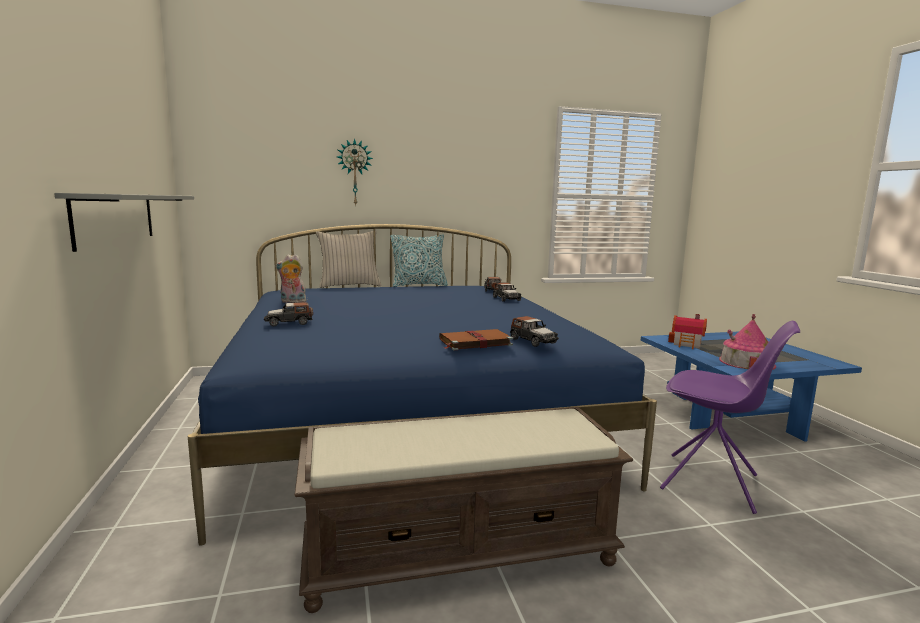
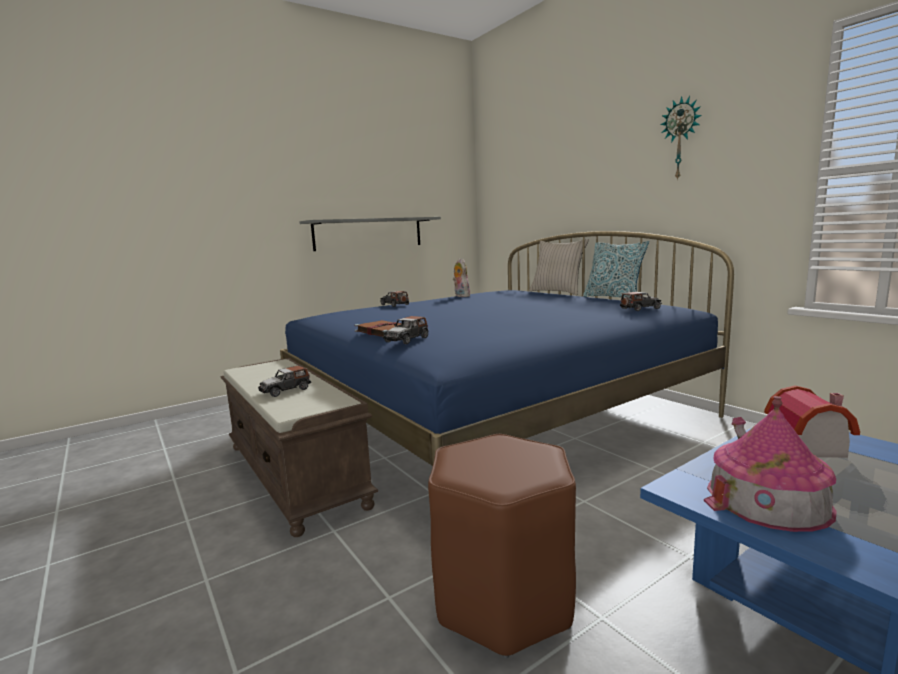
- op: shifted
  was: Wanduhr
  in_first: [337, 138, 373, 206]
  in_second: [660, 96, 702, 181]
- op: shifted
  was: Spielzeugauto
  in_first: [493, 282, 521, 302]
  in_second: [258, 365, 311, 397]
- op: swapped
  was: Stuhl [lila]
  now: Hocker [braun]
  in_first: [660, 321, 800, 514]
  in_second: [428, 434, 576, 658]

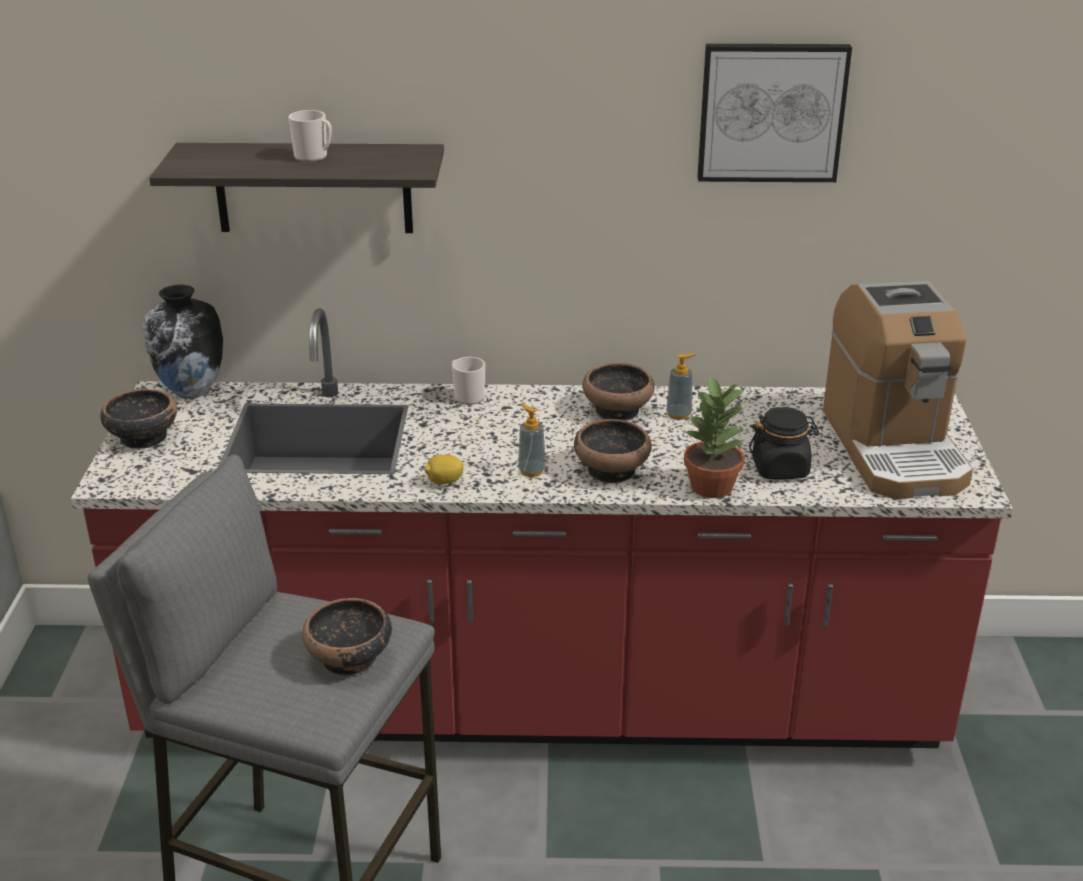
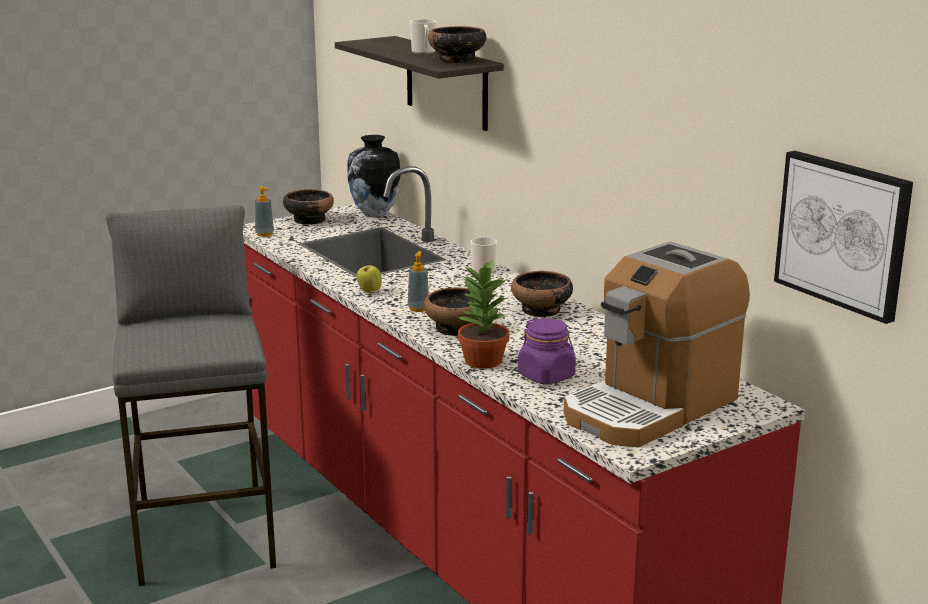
- op: shifted
  was: Schüssel
  in_first: [302, 598, 392, 676]
  in_second: [428, 26, 486, 63]
- op: swapped
  was: Zitrone
  now: Apfel
  in_first: [424, 455, 464, 484]
  in_second: [356, 261, 382, 293]
- op: shifted
  was: Seifenspender
  in_first: [666, 353, 695, 420]
  in_second: [255, 186, 274, 237]
- op: shifted
  was: Bild
  in_first: [697, 44, 852, 182]
  in_second: [774, 151, 913, 324]
- op: repainted
  was: Vorratsglas [schwarz]
  now: Vorratsglas [lila]
  in_first: [749, 407, 820, 479]
  in_second: [518, 318, 576, 385]

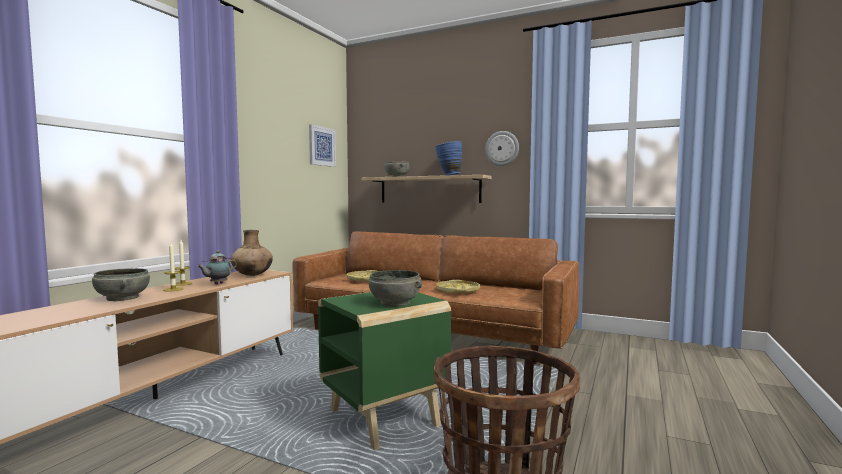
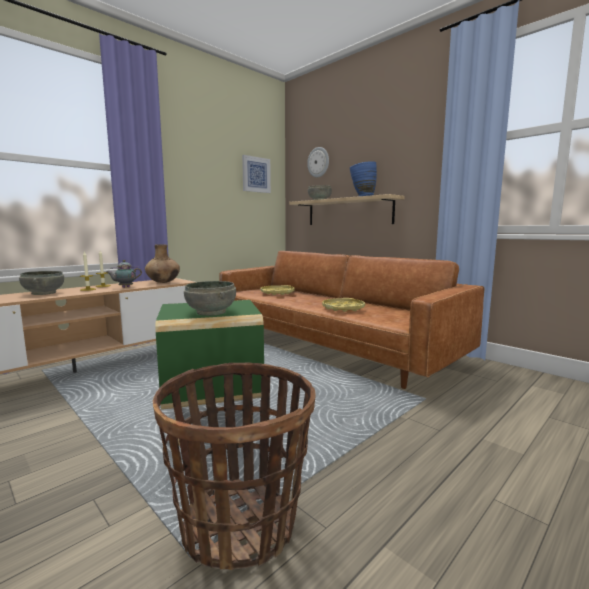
- op: shifted
  was: Wanduhr
  in_first: [485, 131, 519, 166]
  in_second: [307, 147, 329, 177]

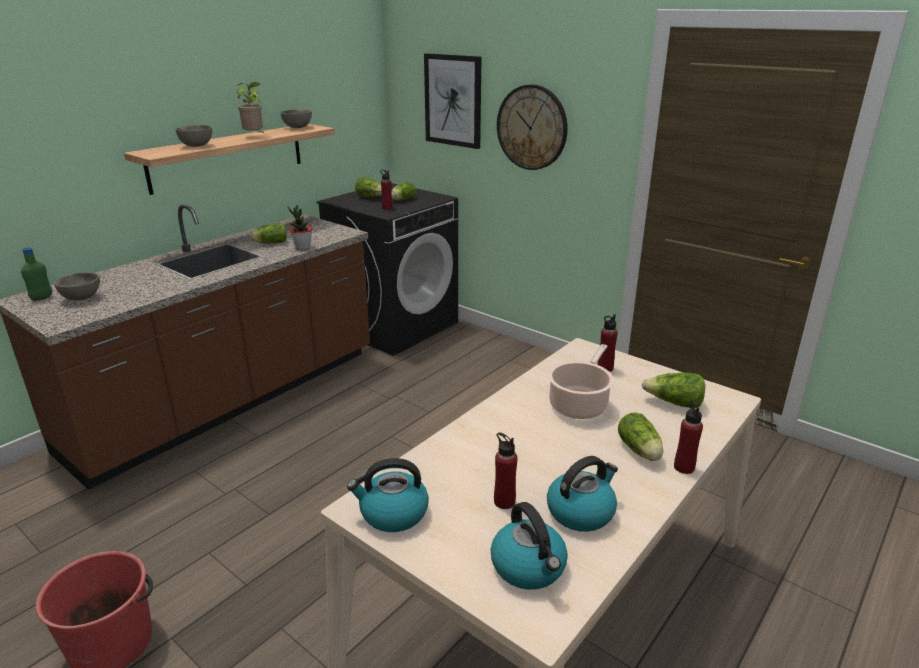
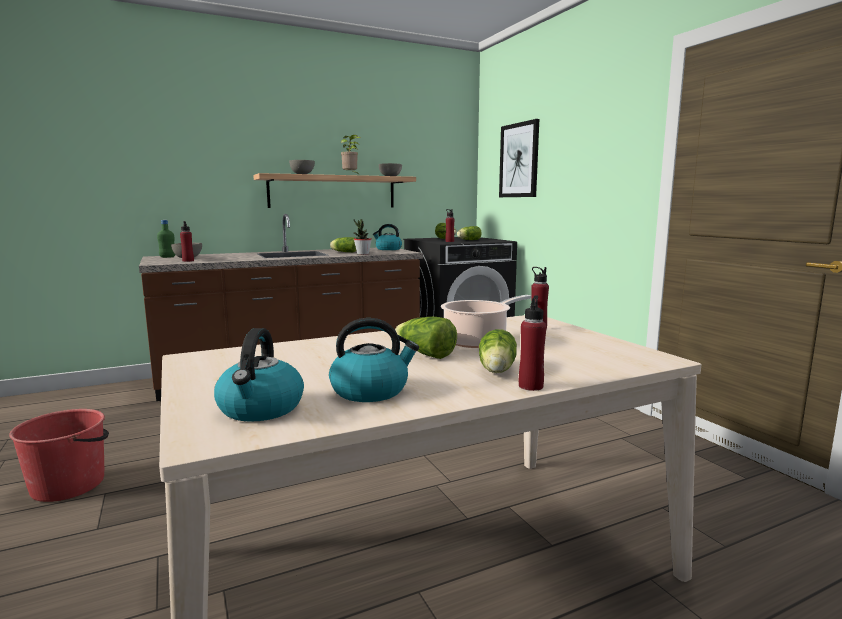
- op: shifted
  was: Wasserkessel
  in_first: [347, 458, 429, 532]
  in_second: [373, 224, 402, 250]
- op: shifted
  was: Flasche [rot]
  in_first: [494, 432, 518, 509]
  in_second: [180, 221, 194, 262]
- op: gone
  was: Wanduhr
  in_first: [497, 84, 568, 170]
- op: shifted
  was: Salatkopf
  in_first: [642, 372, 705, 409]
  in_second: [395, 317, 457, 359]

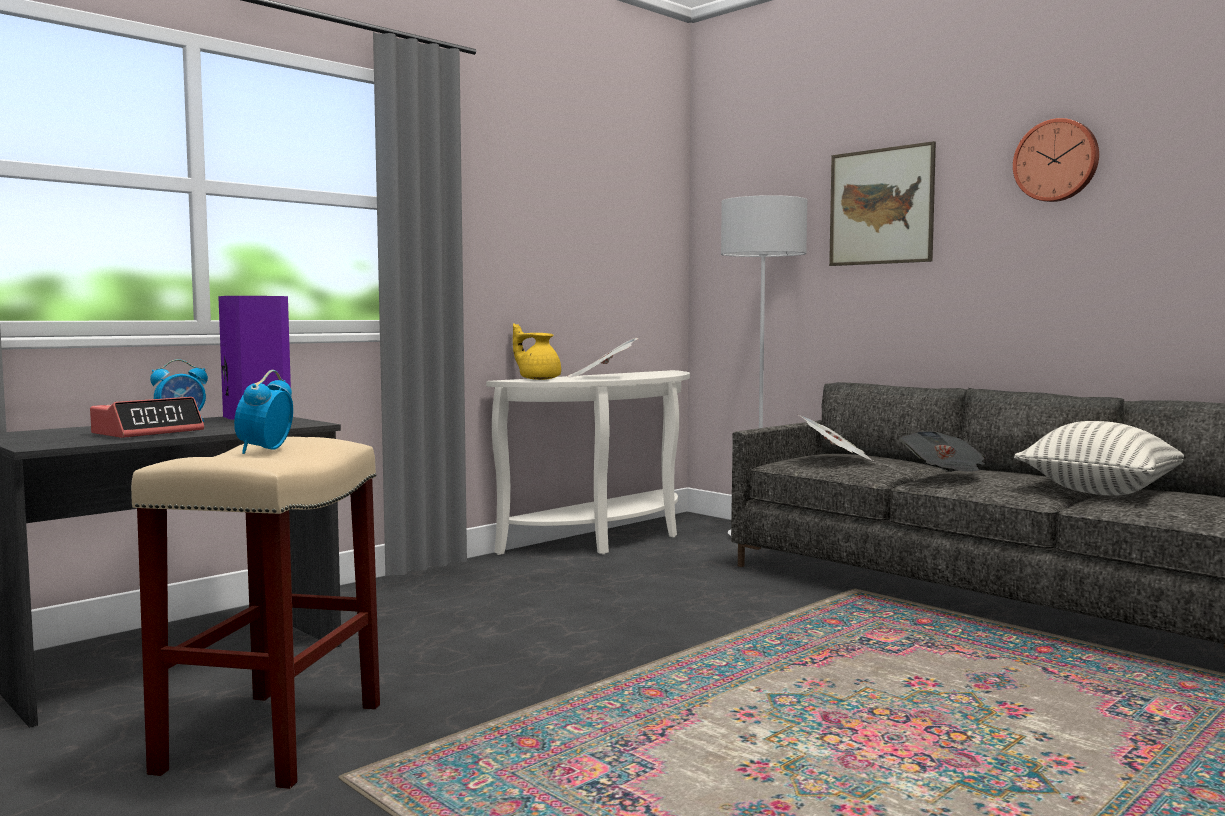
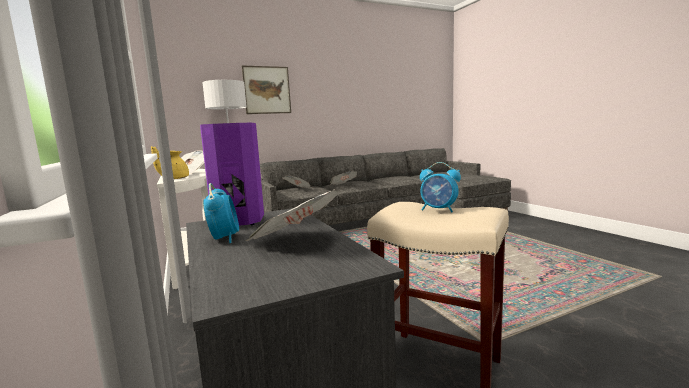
- op: swapped
  was: Wecker
  now: Zeitung
  in_first: [90, 397, 204, 438]
  in_second: [245, 189, 340, 241]
- op: gone
  was: Wanduhr
  in_first: [1013, 118, 1099, 202]
- op: gone
  was: Kissen
  in_first: [1014, 421, 1184, 496]

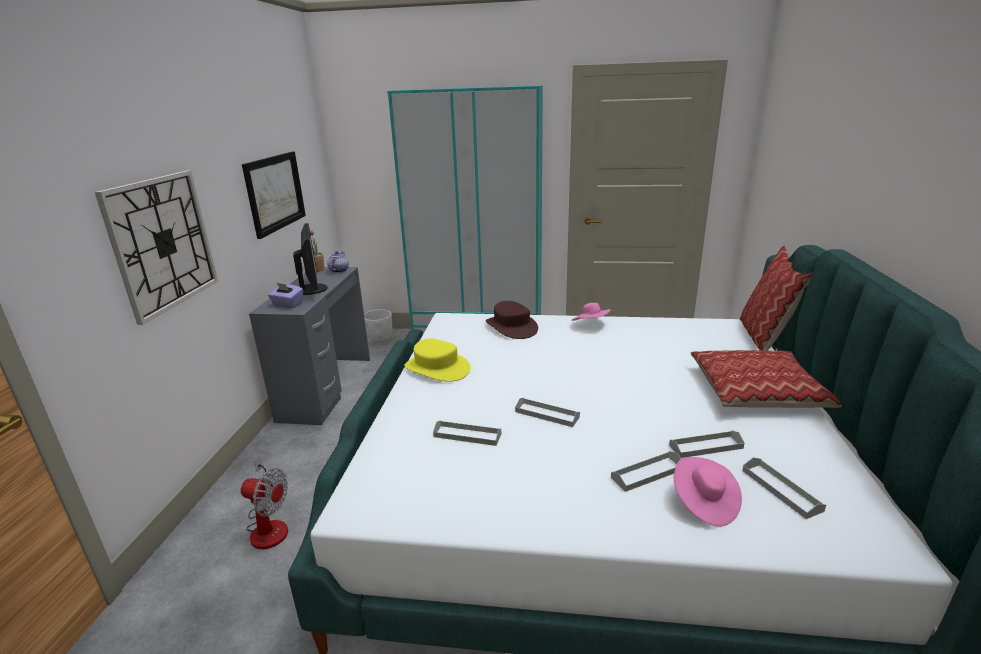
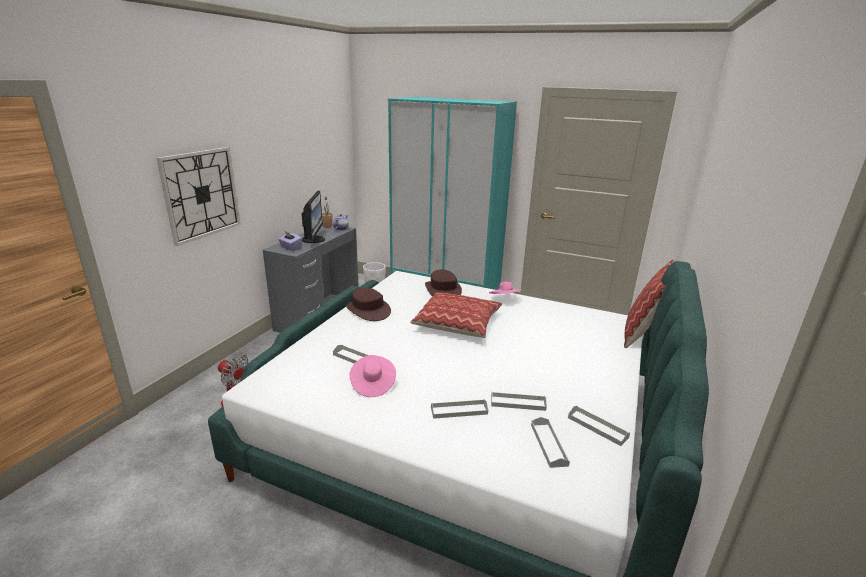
- op: gone
  was: Bild
  in_first: [242, 152, 306, 239]
- op: repainted
  was: Hut [gelb]
  now: Hut [braun]
  in_first: [404, 339, 471, 382]
  in_second: [346, 287, 391, 321]
- op: shifted
  was: Tablett [grau]
  in_first: [515, 398, 580, 427]
  in_second: [568, 406, 630, 446]
- op: shifted
  was: Hut [rosa]
  in_first: [674, 457, 742, 527]
  in_second: [350, 355, 396, 397]
- op: shifted
  was: Kissen
  in_first: [691, 350, 842, 408]
  in_second: [410, 292, 502, 338]

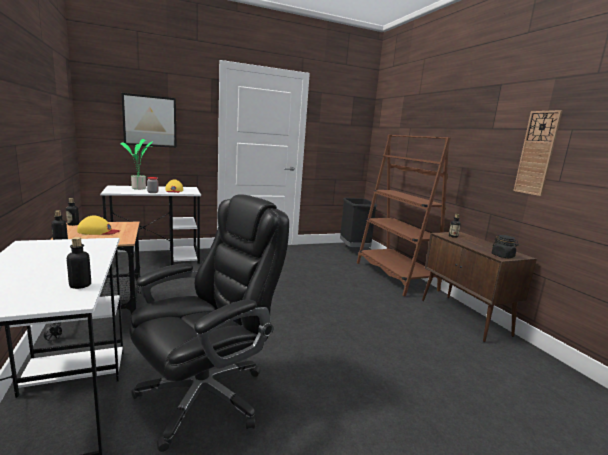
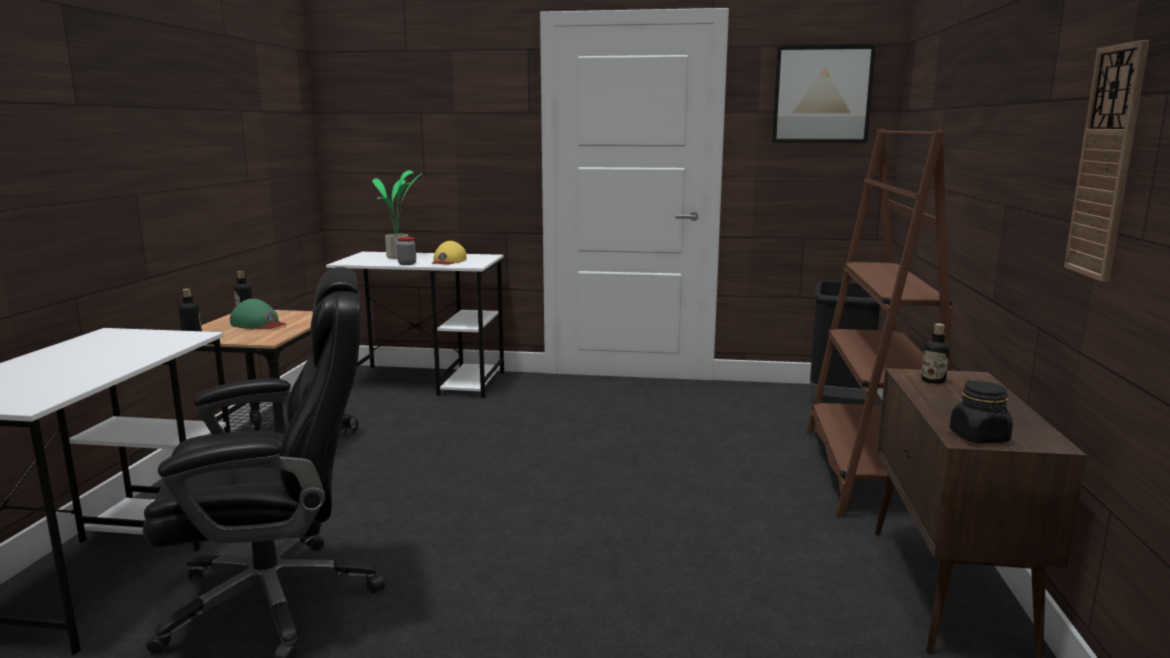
- op: gone
  was: Flasche
  in_first: [67, 237, 91, 289]
- op: repainted
  was: Kappe [gelb]
  now: Kappe [grün]
  in_first: [77, 216, 120, 235]
  in_second: [230, 299, 286, 329]
- op: shifted
  was: Bild
  in_first: [121, 93, 177, 148]
  in_second: [772, 45, 876, 143]

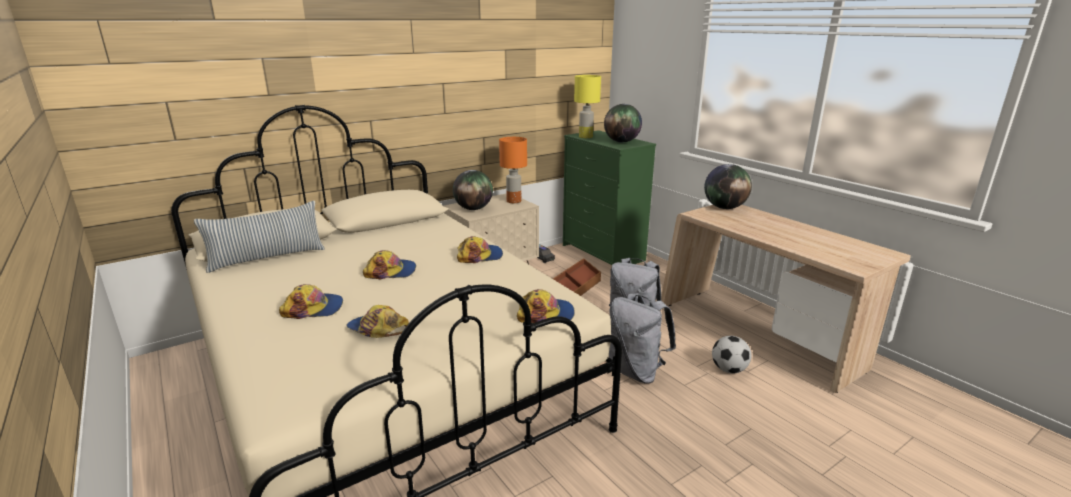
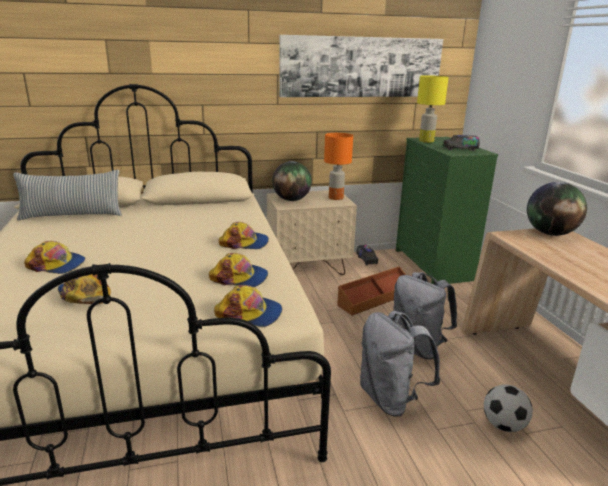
- op: shifted
  was: Kappe
  in_first: [363, 250, 416, 279]
  in_second: [209, 253, 268, 287]
- op: swapped
  was: Globus
  now: Spielzeuglaster
  in_first: [604, 104, 642, 142]
  in_second: [443, 135, 480, 151]
- op: new
  now: Bild
  in_second: [279, 35, 443, 97]

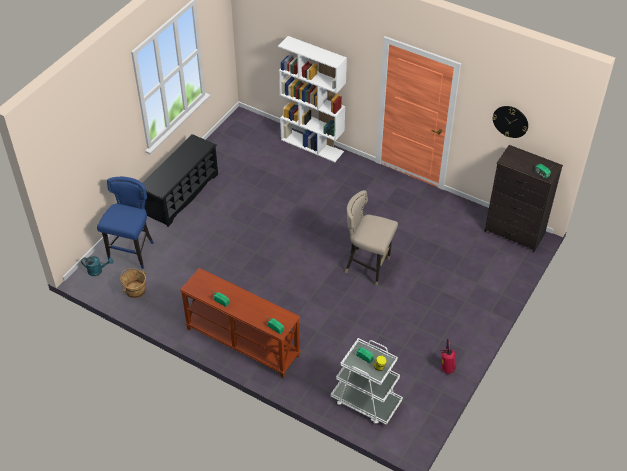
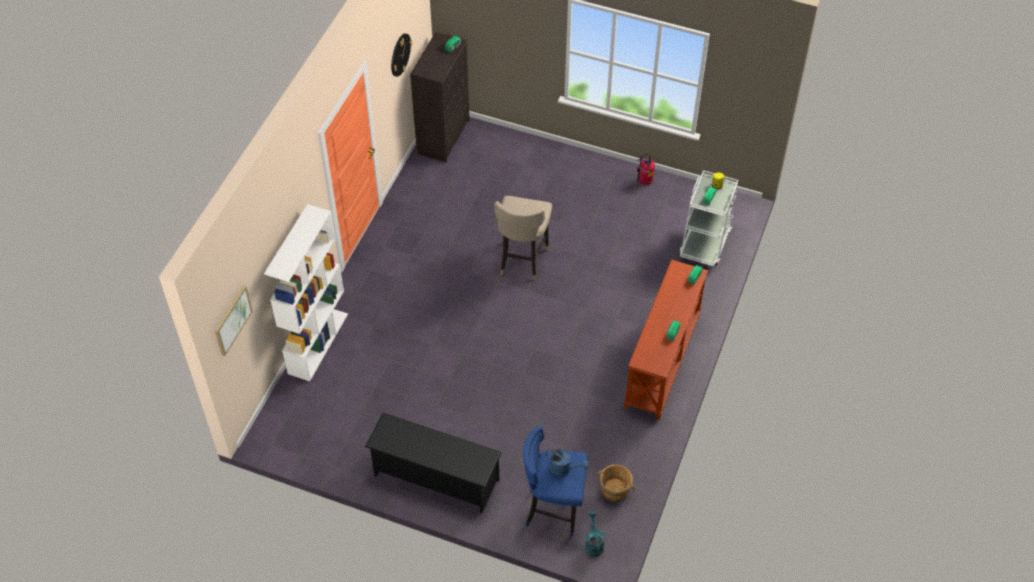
- op: new
  now: Bild
  in_second: [215, 285, 253, 356]
- op: new
  now: Gießkanne [blau]
  in_second: [546, 449, 589, 476]

